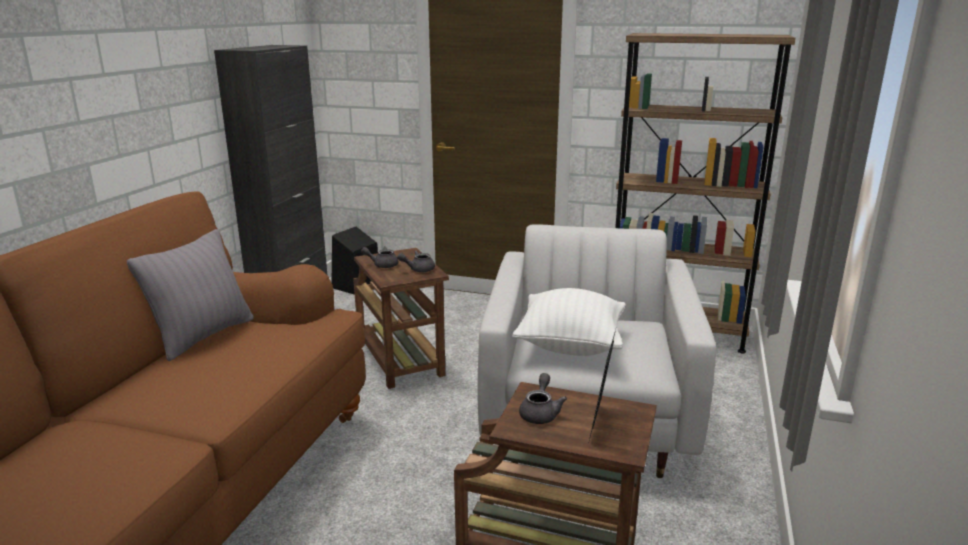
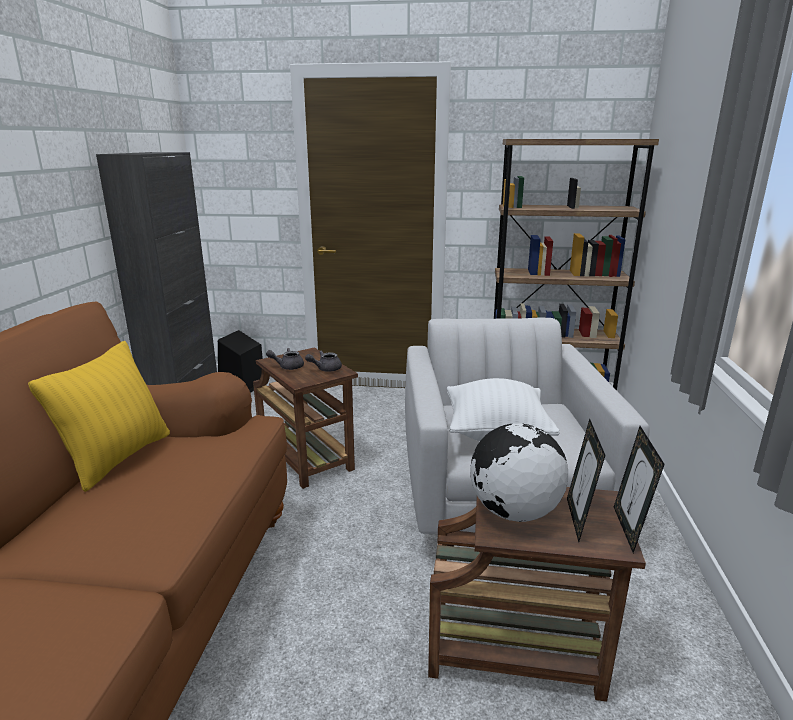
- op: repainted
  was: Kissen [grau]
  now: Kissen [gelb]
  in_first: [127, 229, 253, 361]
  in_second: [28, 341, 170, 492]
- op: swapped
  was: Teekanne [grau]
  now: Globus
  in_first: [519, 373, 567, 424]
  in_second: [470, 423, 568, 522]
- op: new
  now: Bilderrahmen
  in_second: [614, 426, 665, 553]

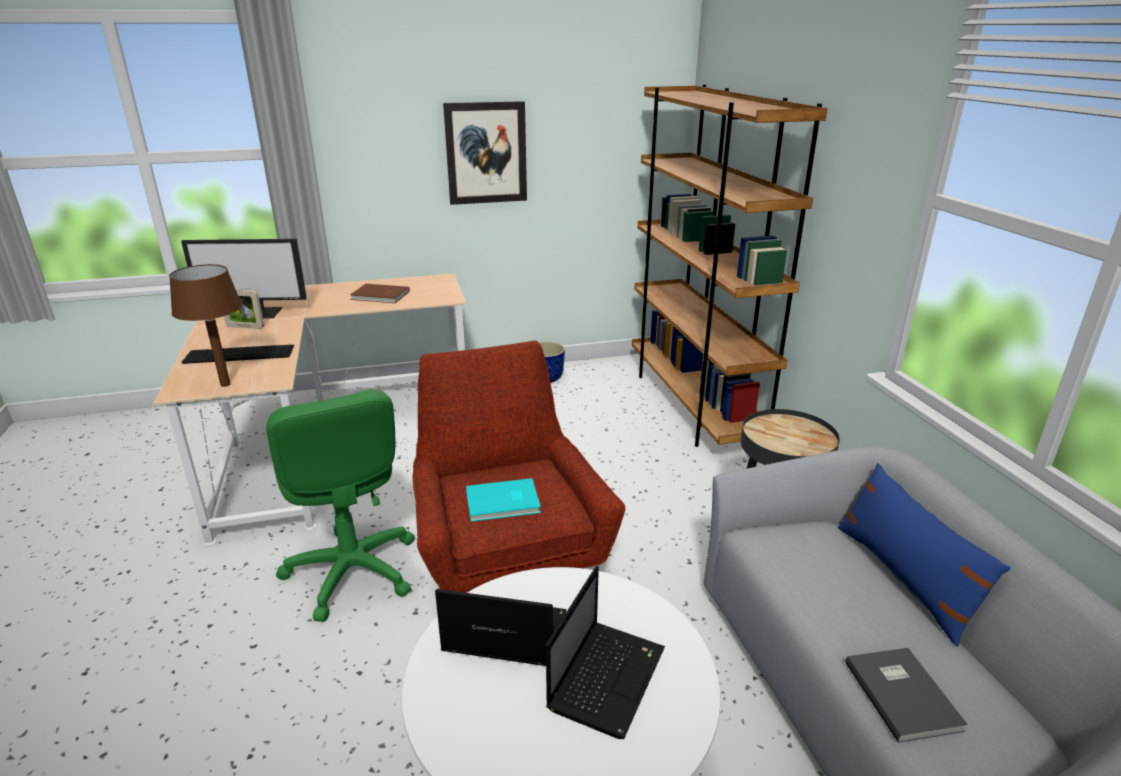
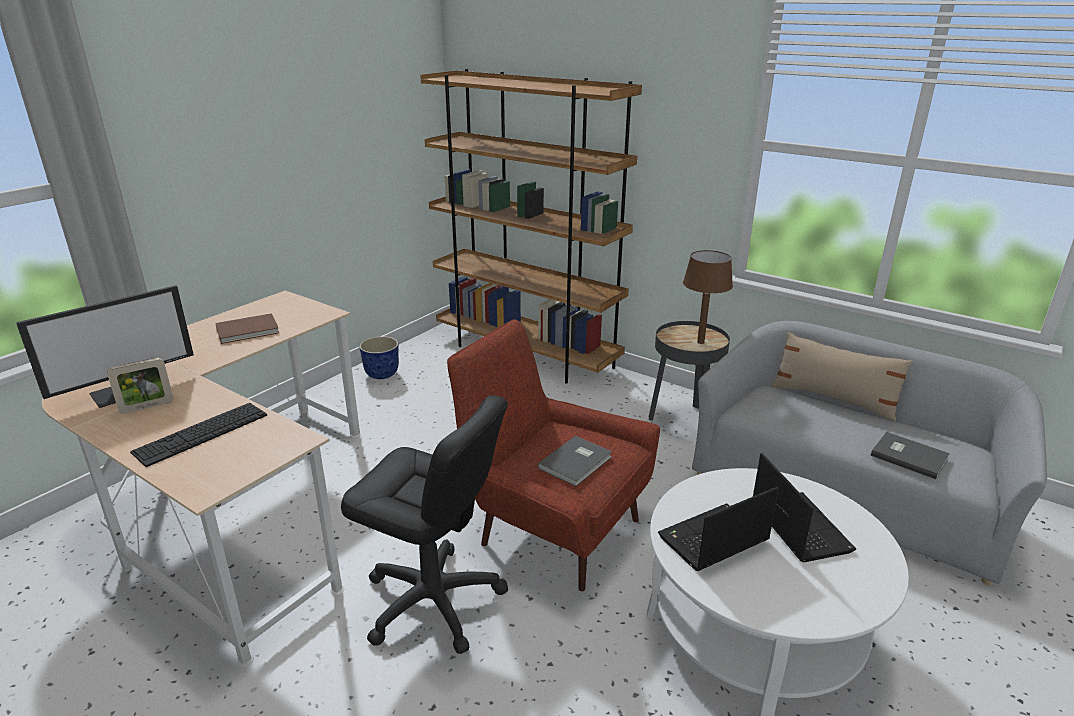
- op: shifted
  was: Tischlampe [braun]
  in_first: [169, 264, 242, 387]
  in_second: [683, 250, 733, 344]
- op: repainted
  was: Bürostuhl [grün]
  now: Bürostuhl [schwarz]
  in_first: [266, 390, 415, 622]
  in_second: [341, 395, 508, 654]
- op: gone
  was: Bild
  in_first: [443, 101, 527, 205]
- op: repainted
  was: Buch [türkis]
  now: Buch [grau]
  in_first: [466, 478, 541, 522]
  in_second: [538, 436, 612, 486]
- op: repainted
  was: Kissen [blau]
  now: Kissen [beige]
  in_first: [838, 463, 1011, 646]
  in_second: [771, 332, 913, 422]

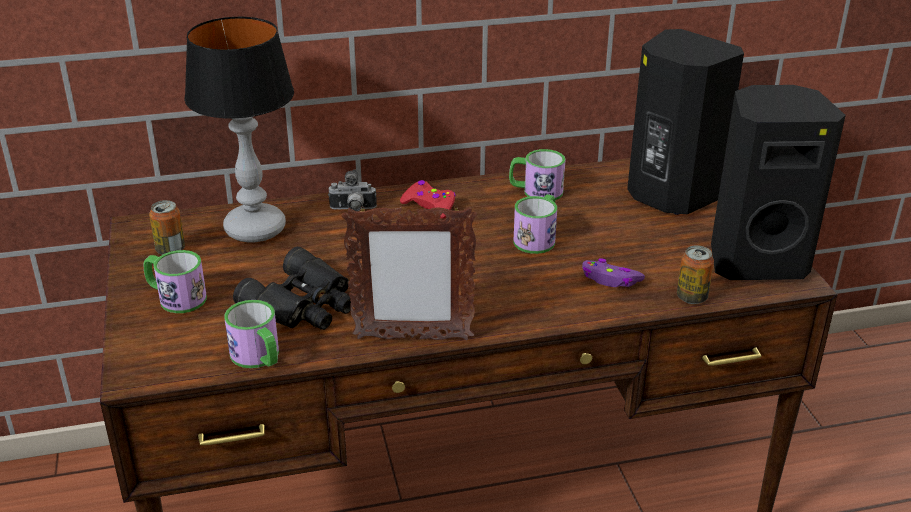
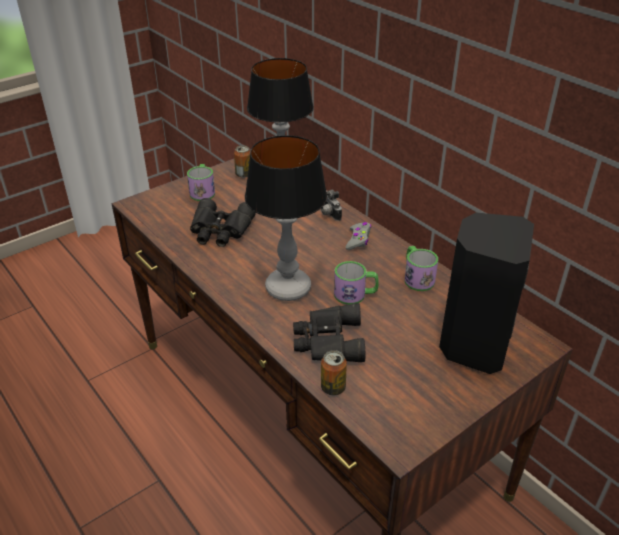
- op: gone
  was: Henkelbecher
  in_first: [224, 300, 279, 368]
- op: gone
  was: Bilderrahmen
  in_first: [342, 205, 477, 340]
- op: repainted
  was: Gamepad [rot]
  now: Gamepad [grau]
  in_first: [400, 180, 456, 219]
  in_second: [346, 222, 371, 250]
- op: swapped
  was: Gamepad [lila]
  now: Fernglas [schwarz]
  in_first: [582, 258, 645, 287]
  in_second: [293, 303, 366, 362]
- op: gone
  was: Lautsprecher [schwarz]
  in_first: [711, 85, 846, 280]
- op: new
  now: Tischlampe
  in_second: [245, 135, 327, 301]

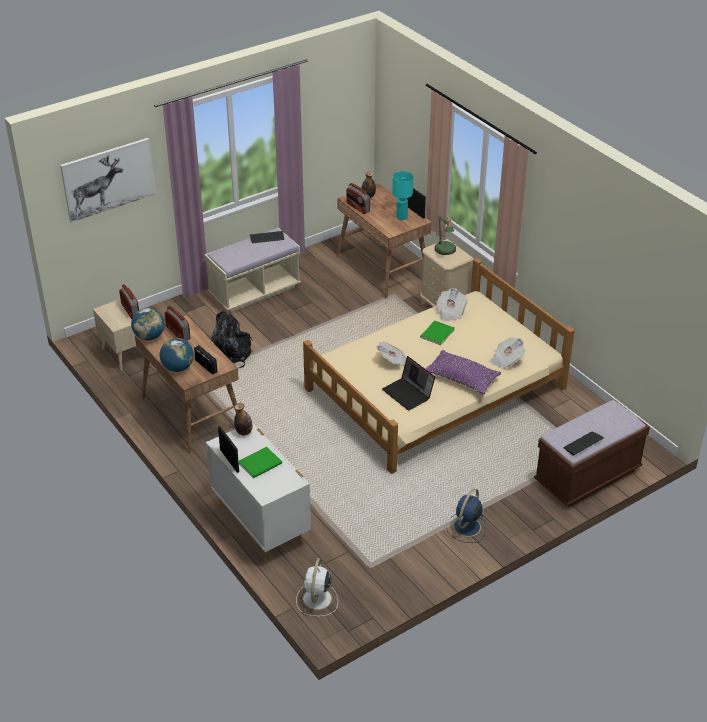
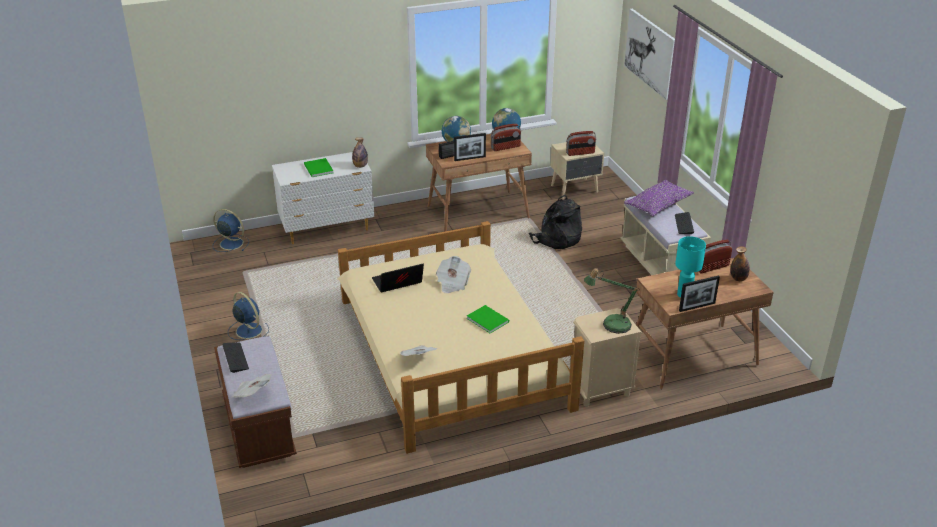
- op: shifted
  was: Bilderrahmen
  in_first: [218, 426, 239, 473]
  in_second: [454, 133, 486, 161]
- op: repainted
  was: Ventilator [weiß]
  now: Ventilator [blau]
  in_first: [296, 558, 338, 617]
  in_second: [213, 209, 249, 252]
- op: shifted
  was: Kissen [lila]
  in_first: [425, 350, 501, 394]
  in_second: [624, 180, 694, 216]
- op: shifted
  was: Zeitung
  in_first: [436, 288, 468, 322]
  in_second: [232, 374, 273, 398]

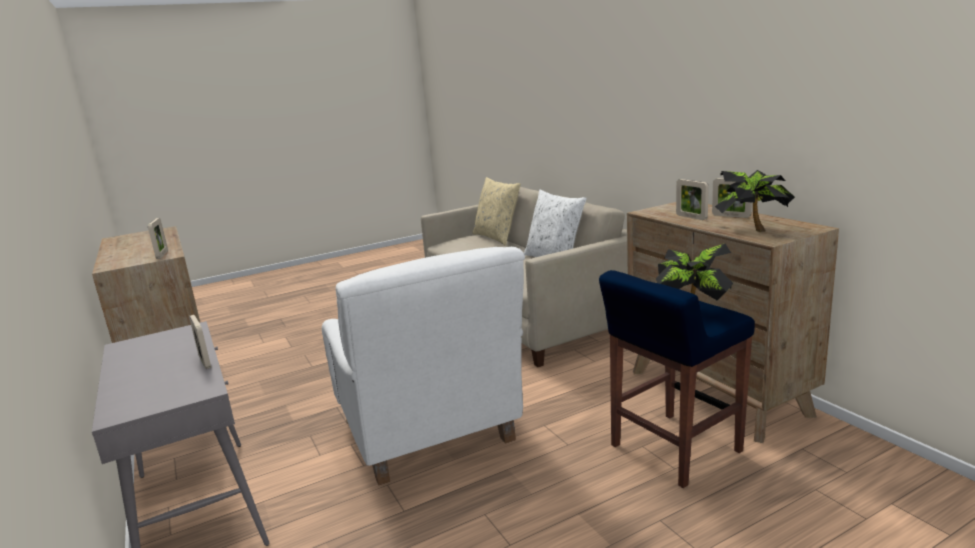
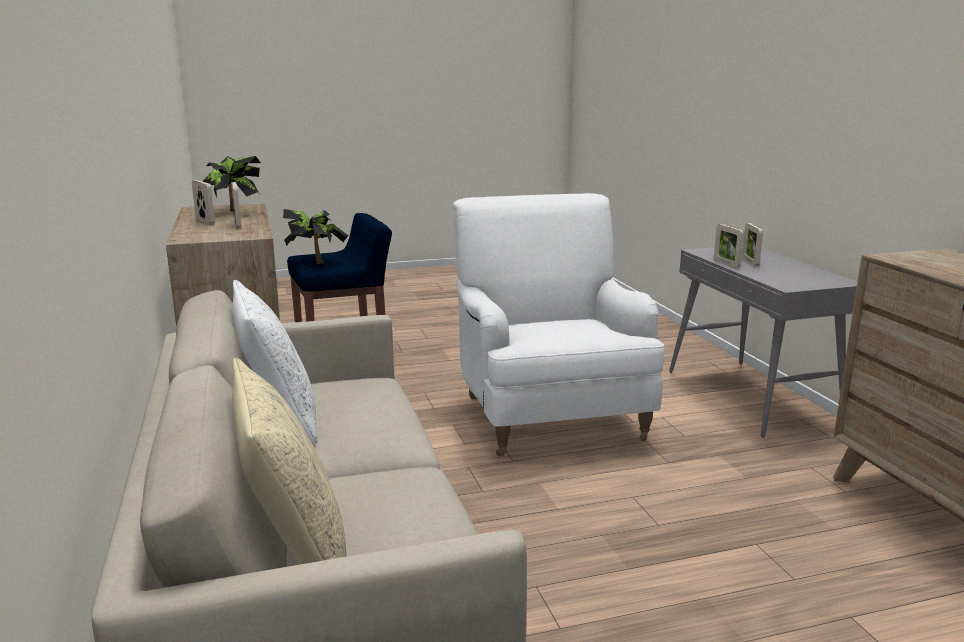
- op: shifted
  was: Bilderrahmen
  in_first: [148, 218, 168, 259]
  in_second: [742, 223, 763, 266]

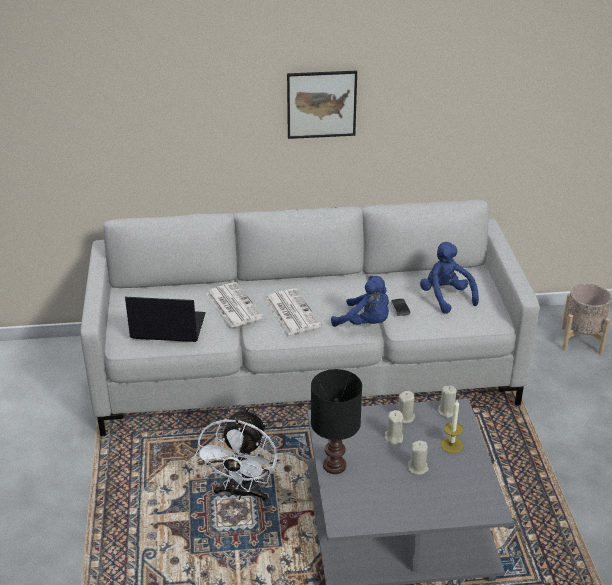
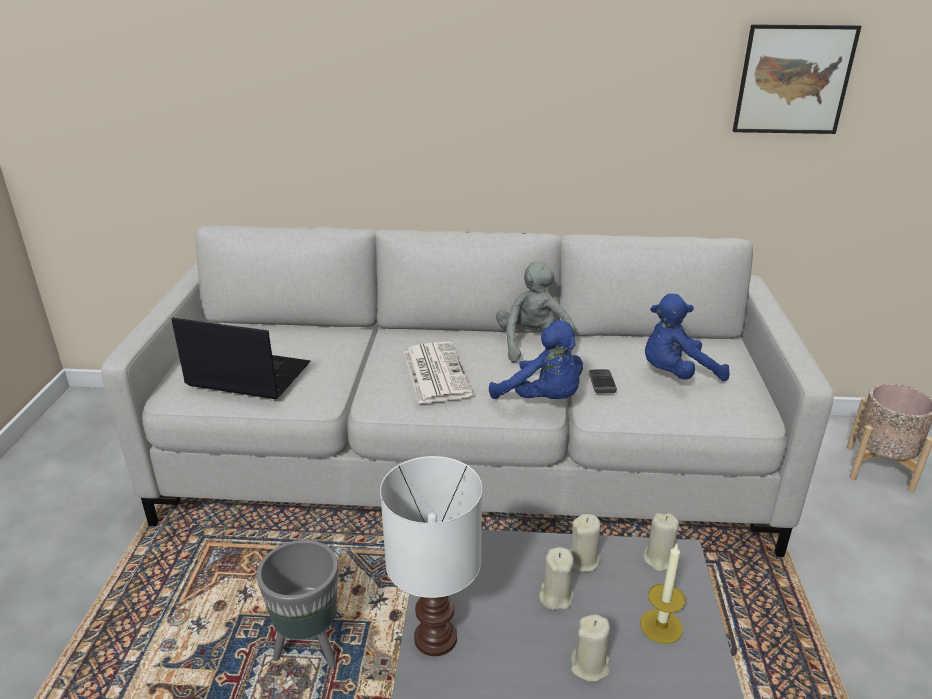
- op: swapped
  was: Ventilator [weiß]
  now: Pflanzkübel [grau]
  in_first: [194, 408, 277, 501]
  in_second: [257, 540, 338, 668]
- op: gone
  was: Zeitung
  in_first: [206, 282, 264, 328]
- op: shifted
  was: Bild
  in_first: [287, 71, 357, 139]
  in_second: [733, 24, 862, 134]
- op: repainted
  was: Tischlampe [schwarz]
  now: Tischlampe [weiß]
  in_first: [311, 369, 362, 474]
  in_second: [380, 456, 482, 656]
- op: rotated
  was: Plüschtier [blau]
  in_first: [420, 242, 479, 314]
  in_second: [645, 293, 730, 381]
  clockwise: -90
- op: new
  now: Plüschtier [grau]
  in_second: [496, 261, 575, 363]

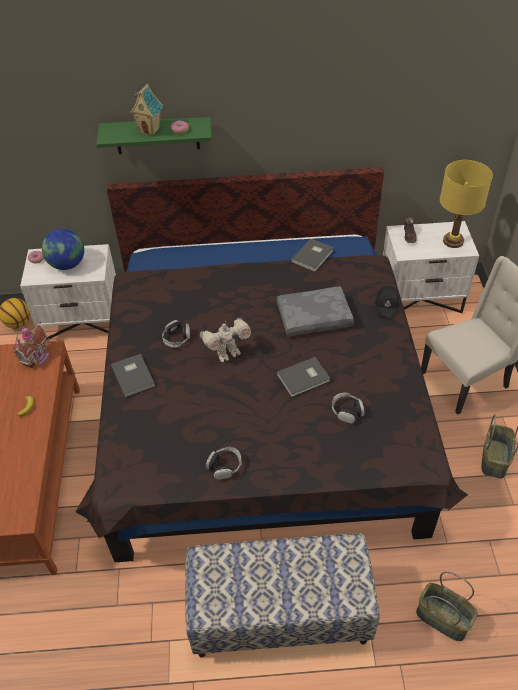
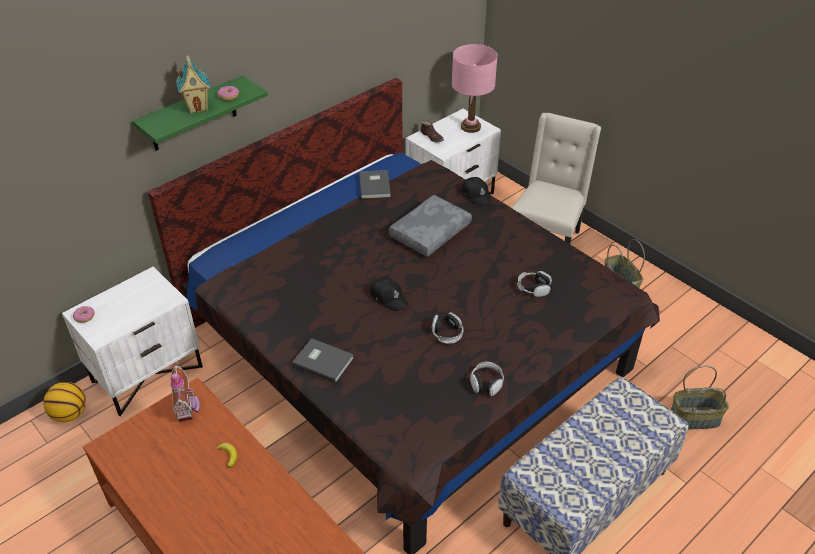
- op: gone
  was: Globus
  in_first: [42, 229, 84, 270]
- op: shifted
  was: Kopfhörer
  in_first: [162, 320, 190, 348]
  in_second: [432, 312, 464, 344]
- op: swapped
  was: Spielzeugroboter
  now: Kappe [schwarz]
  in_first: [200, 318, 251, 362]
  in_second: [370, 277, 408, 311]
- op: gone
  was: Buch [grau]
  in_first: [277, 357, 331, 397]
- op: repainted
  was: Tischlampe [gelb]
  now: Tischlampe [rosa]
  in_first: [440, 160, 493, 248]
  in_second: [452, 44, 498, 133]

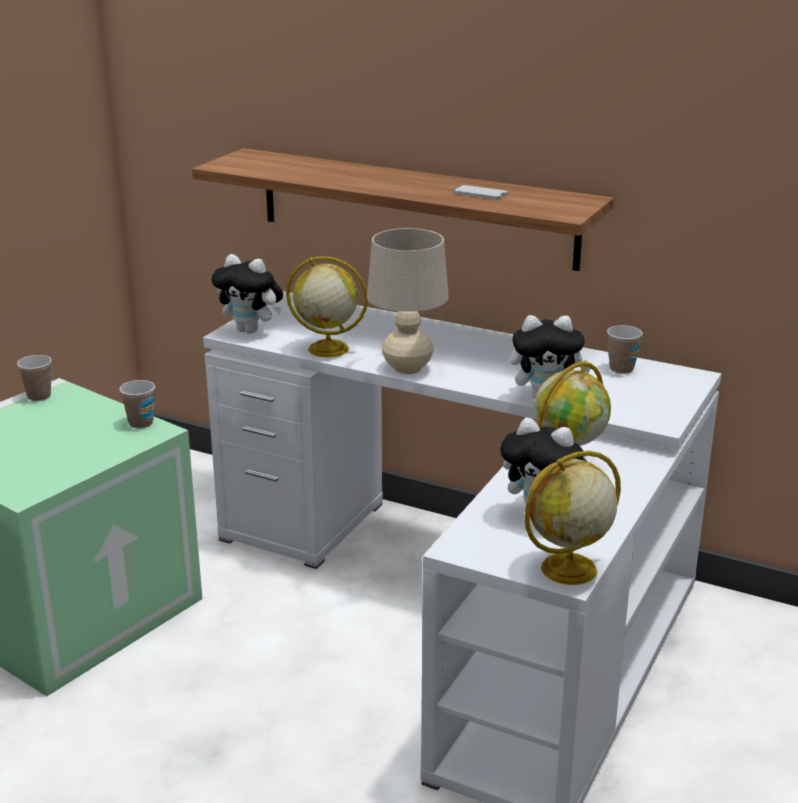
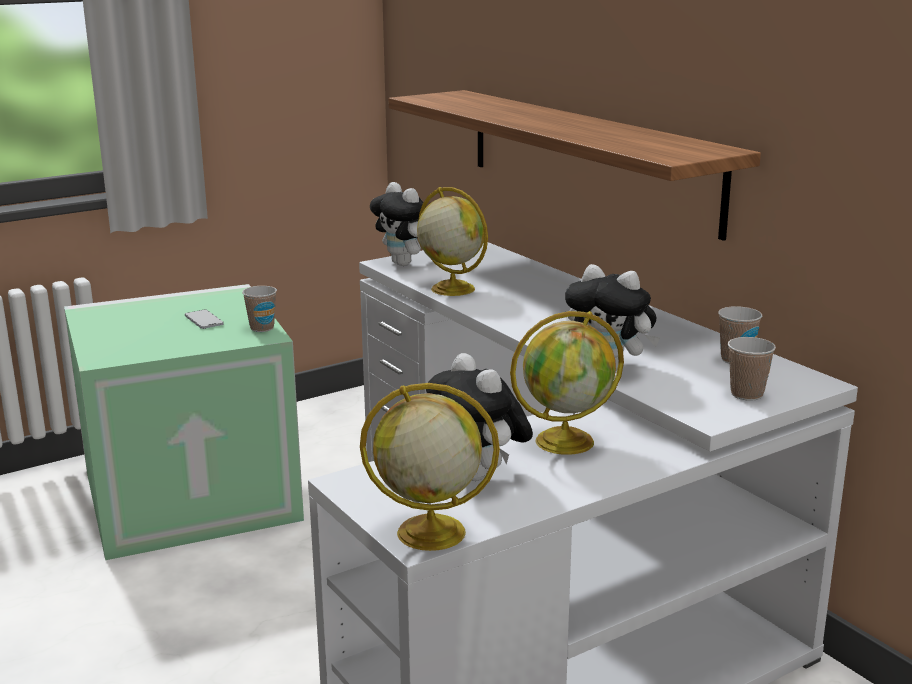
- op: shifted
  was: Tasse
  in_first: [17, 355, 52, 401]
  in_second: [728, 337, 776, 401]
- op: gone
  was: Tischlampe [beige]
  in_first: [367, 228, 449, 374]
- op: shifted
  was: Handy
  in_first: [453, 185, 508, 199]
  in_second: [185, 309, 224, 329]

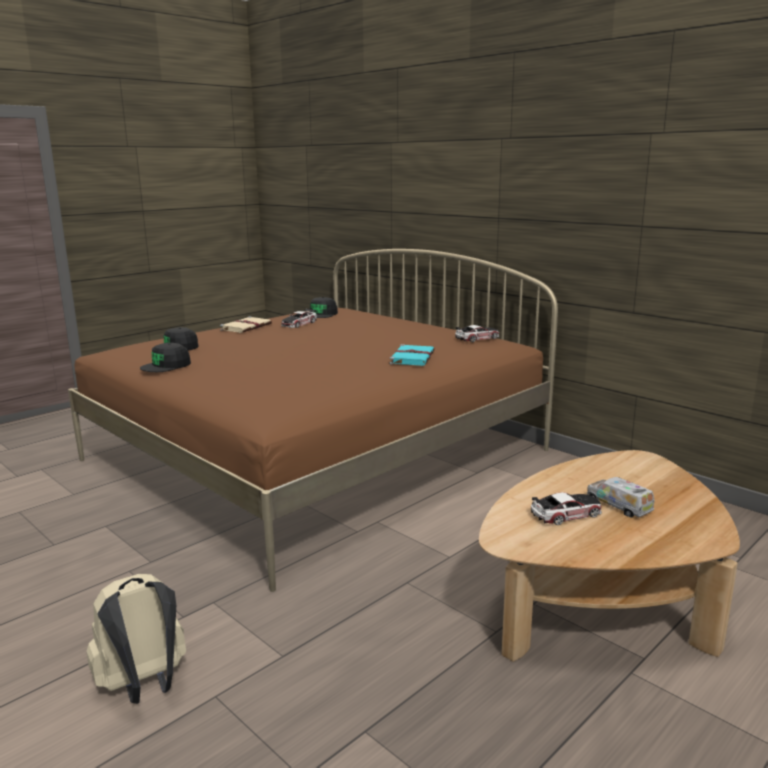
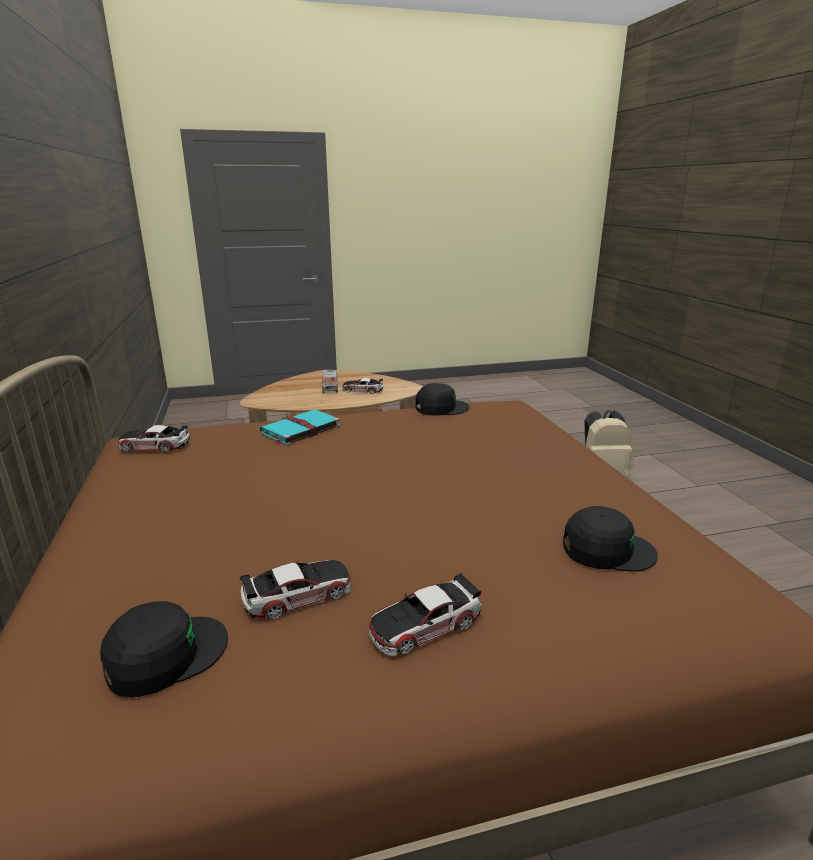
- op: shifted
  was: Kappe [schwarz]
  in_first: [140, 343, 191, 372]
  in_second: [415, 383, 469, 416]
- op: swapped
  was: Buch [beige]
  now: Spielzeugauto
  in_first: [220, 317, 272, 333]
  in_second: [369, 573, 482, 656]

